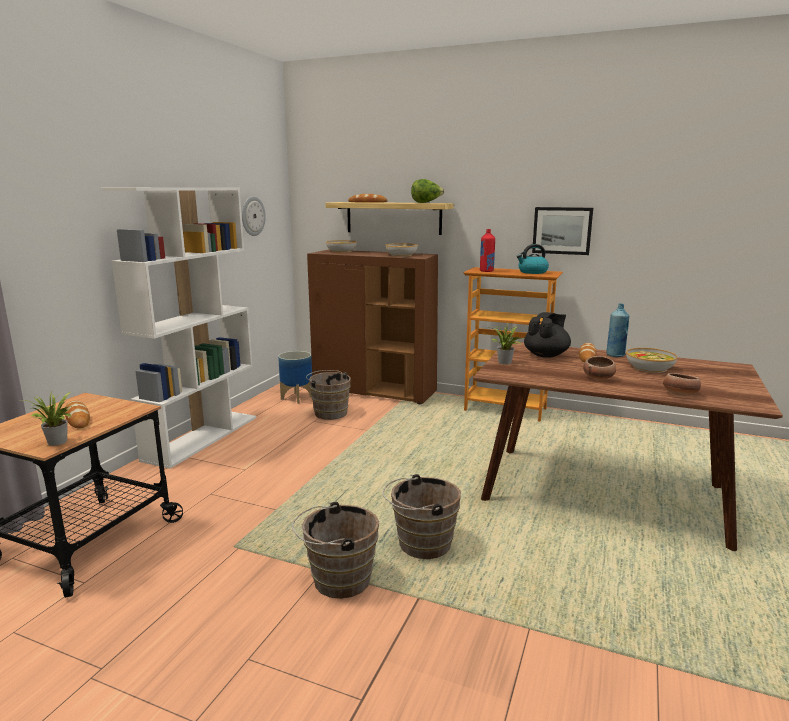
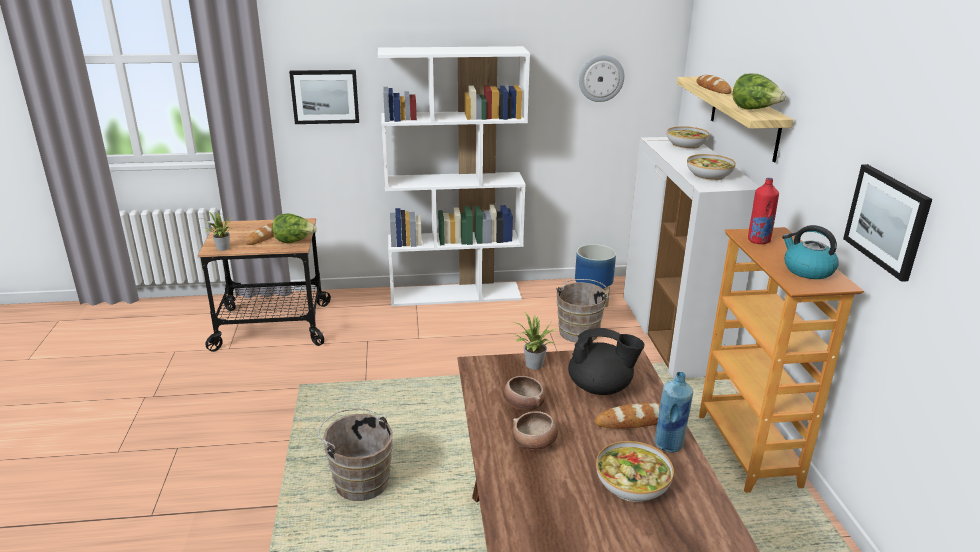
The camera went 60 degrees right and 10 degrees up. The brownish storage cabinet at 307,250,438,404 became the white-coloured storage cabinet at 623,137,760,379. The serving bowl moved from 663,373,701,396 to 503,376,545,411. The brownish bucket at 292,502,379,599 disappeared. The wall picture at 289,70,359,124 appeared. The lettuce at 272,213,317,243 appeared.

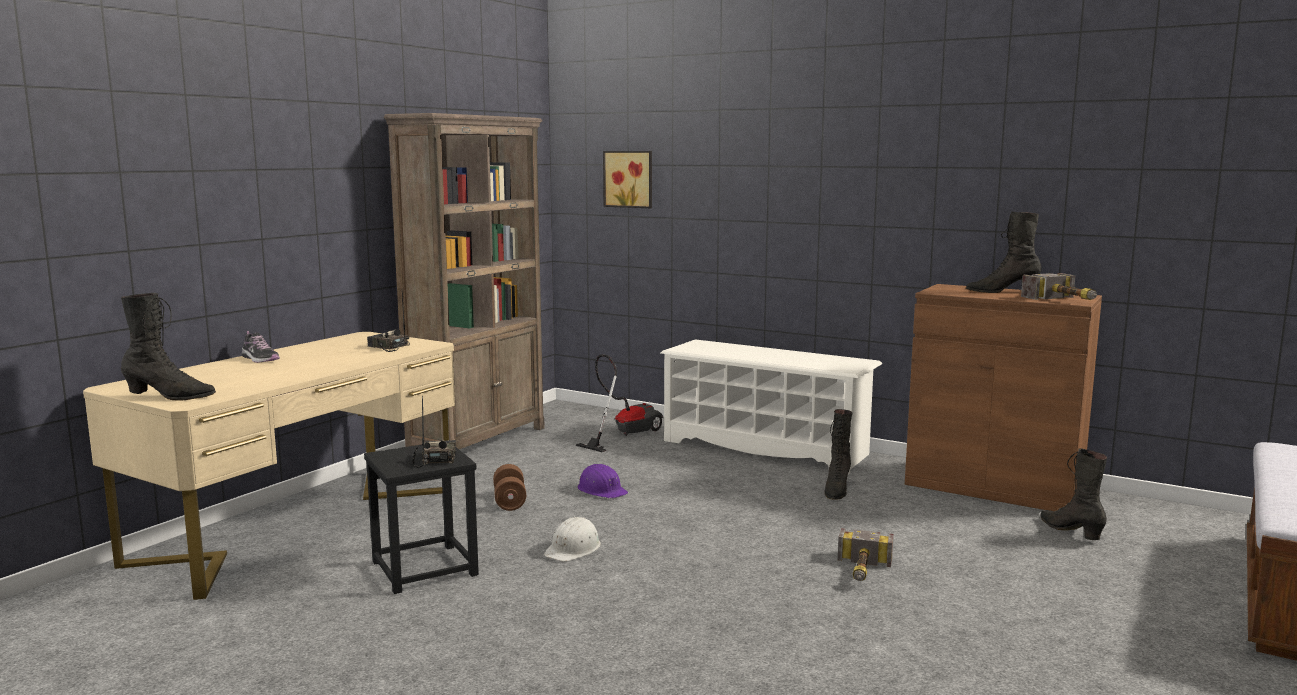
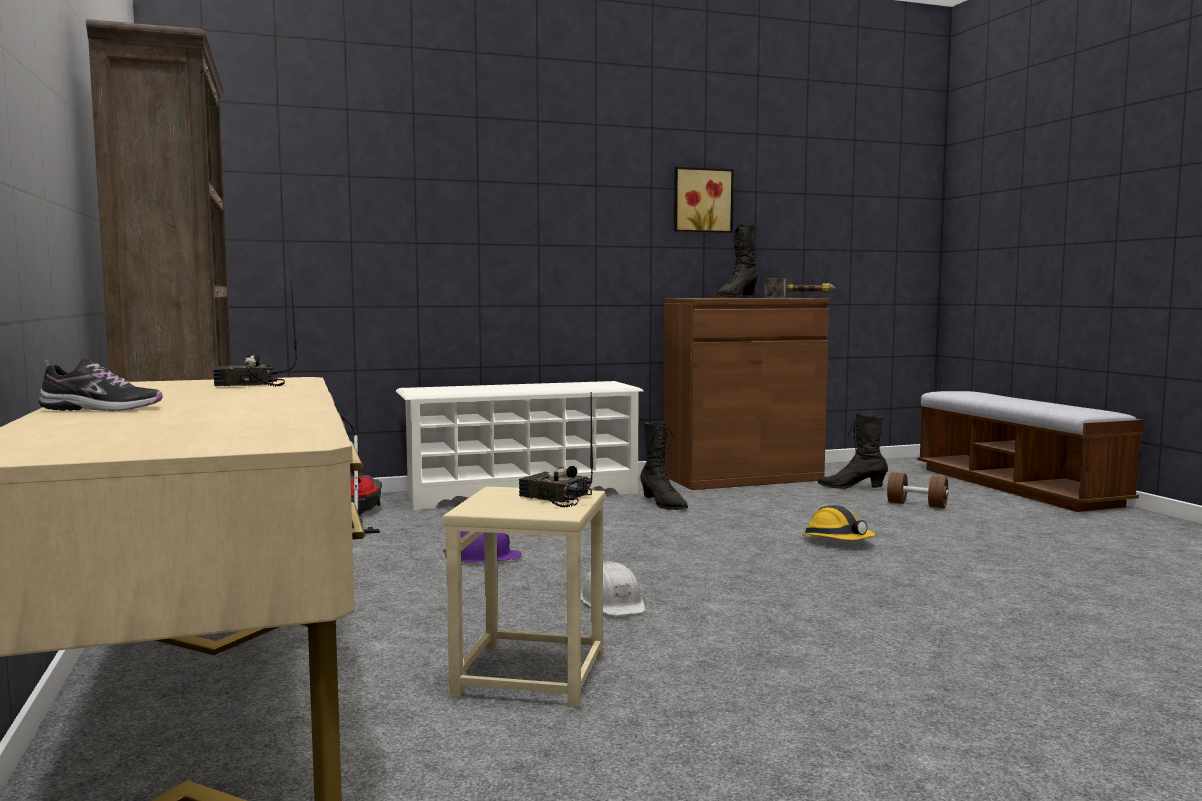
The camera went 50 degrees left and 5 degrees down. The wall picture moved from 603,151,652,208 to 674,167,734,233. The black-coloured boot at 121,293,216,401 disappeared. The black-coloured stool at 364,445,479,594 became the beige stool at 443,486,605,707. The brownish hand weight moved from 493,464,526,511 to 887,472,949,508. The hand hammer at 838,528,894,581 was replaced by the work helmet at 802,505,875,540.

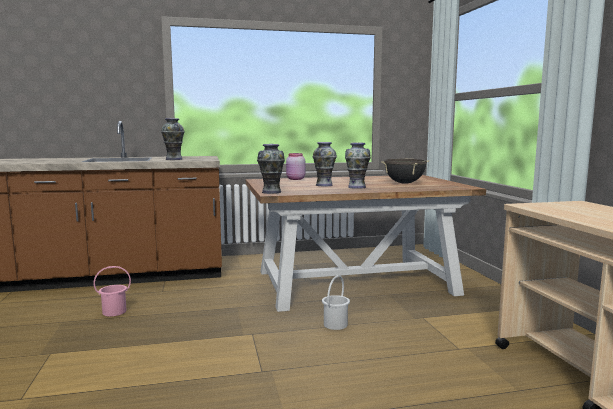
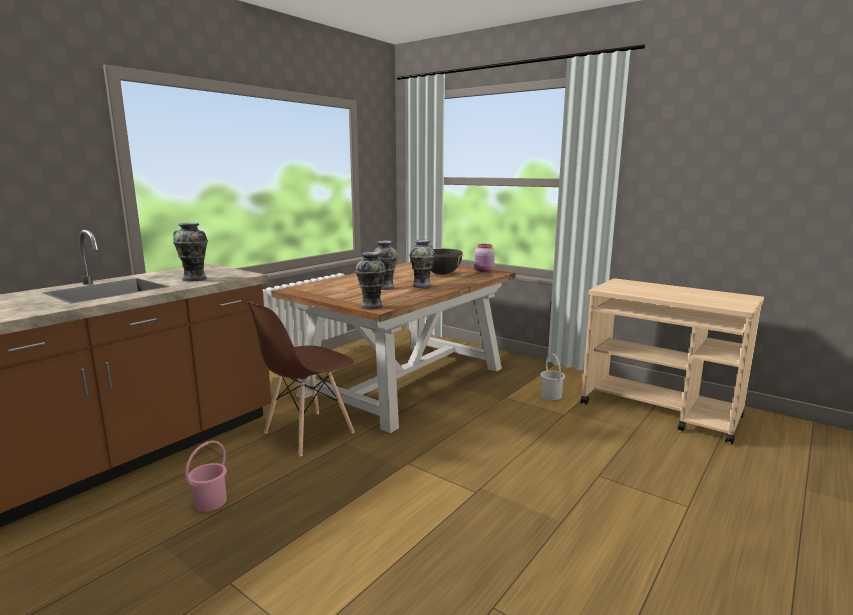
The camera went 40 degrees left and 5 degrees up. The pink-coloured preserve jar moved from 286,153,305,180 to 474,244,495,272. The white-coloured bucket moved from 322,275,350,330 to 540,353,565,400. The brownish chair at 248,301,355,456 appeared.

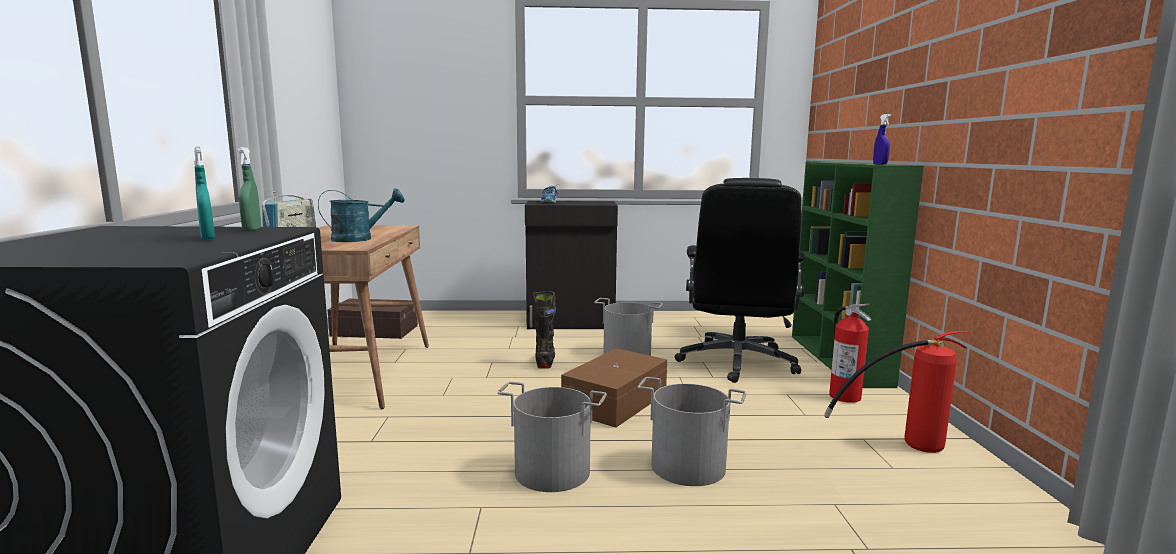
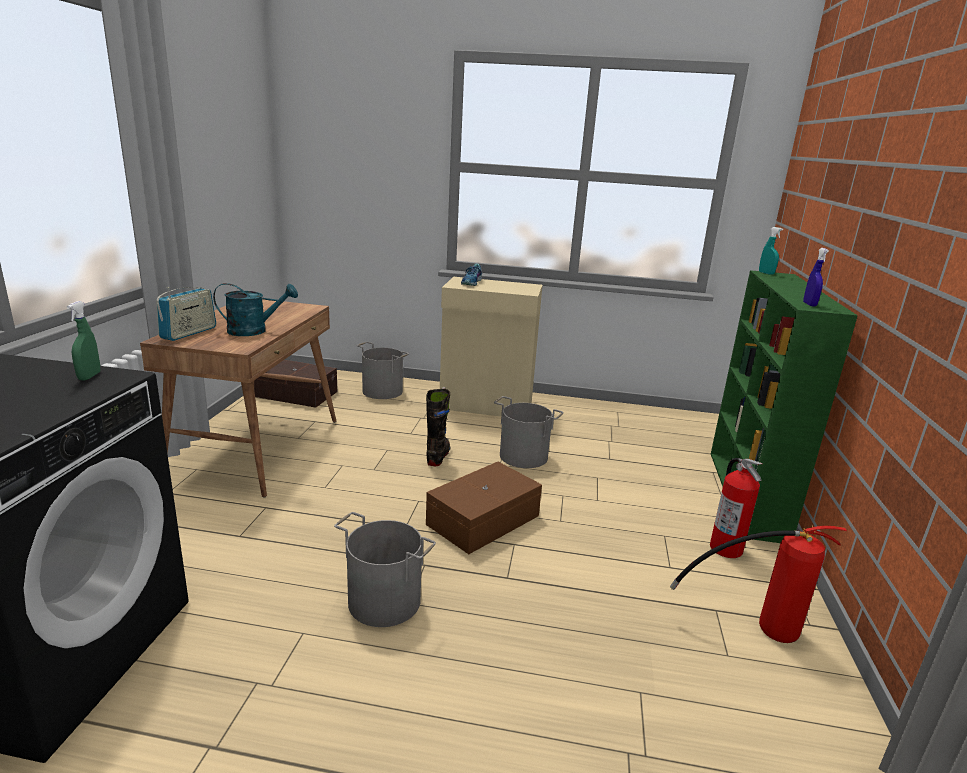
The camera went 10 degrees right and 10 degrees up. The blue-green hand sprayer moved from 194,146,215,240 to 759,227,783,275. The black-coloured desk chair at 675,178,804,383 disappeared. The black-coloured storage cabinet at 525,201,618,329 became the beige storage cabinet at 440,277,543,416. The grey bucket moved from 638,377,746,486 to 356,342,409,399.

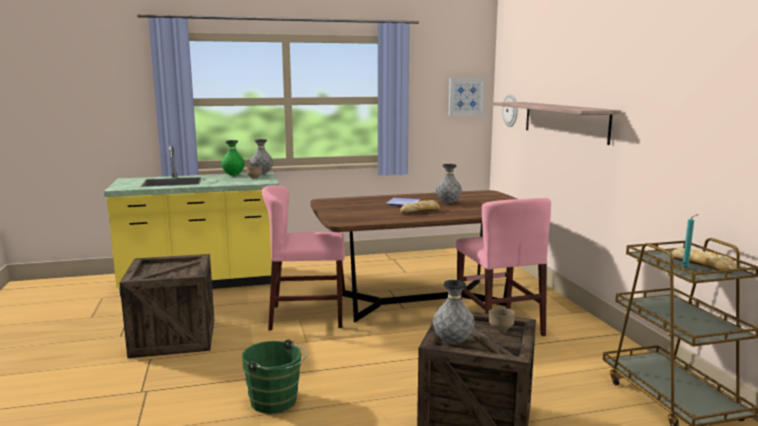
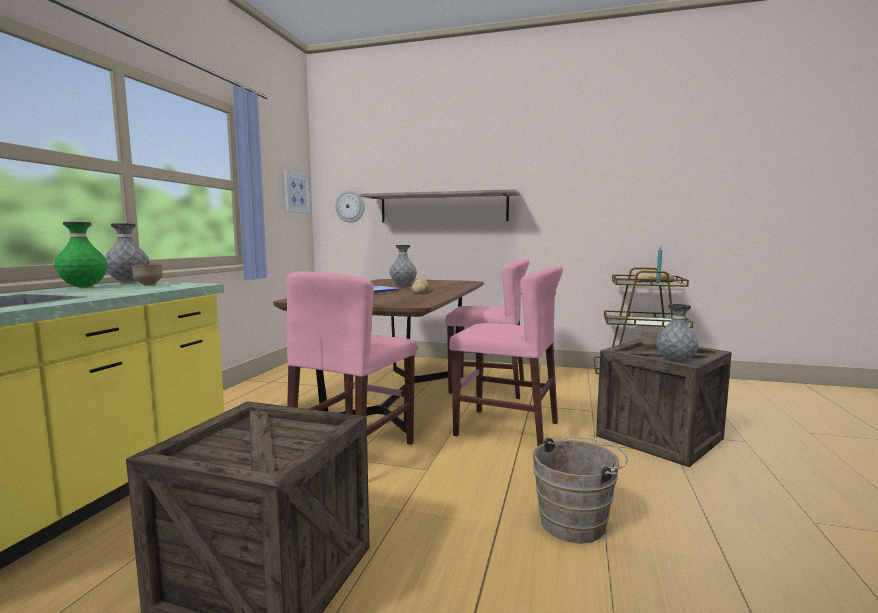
The camera went 60 degrees left and 5 degrees down. The green bucket at 242,339,307,414 became the brownish bucket at 533,437,627,544. The pink-coloured chair at 449,266,563,446 appeared.

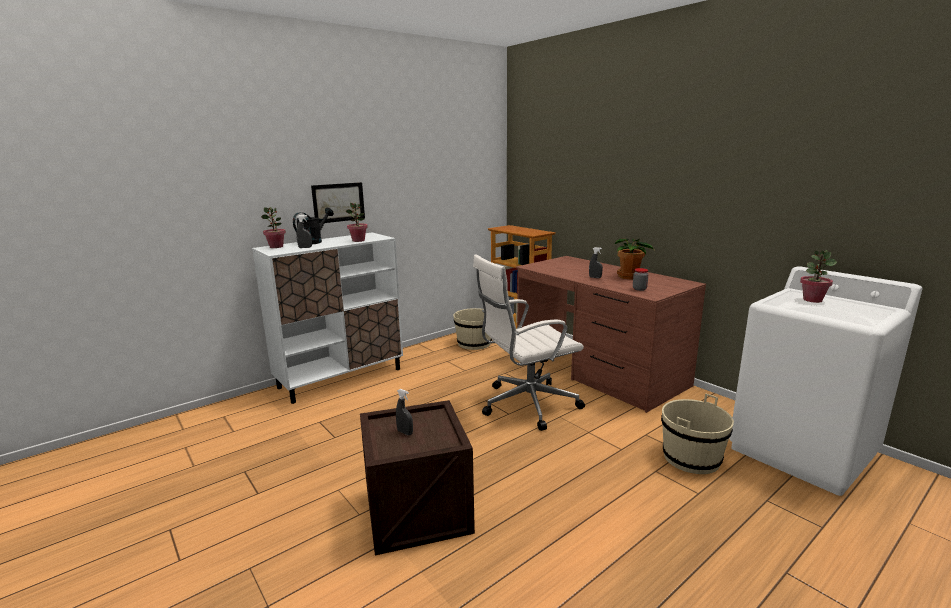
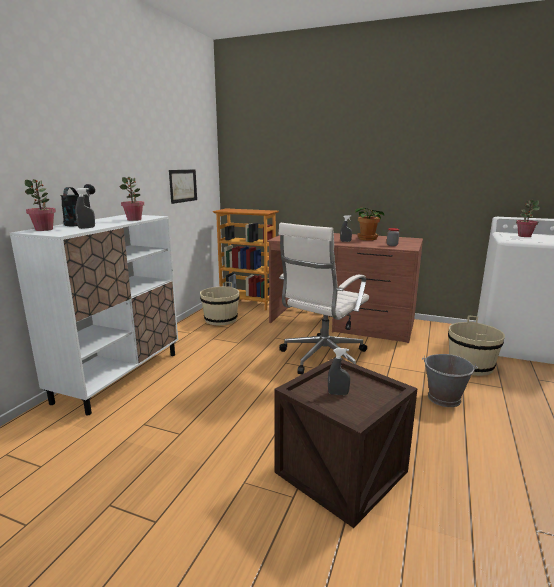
The camera went 30 degrees left and 0 degrees up. The wall picture moved from 311,182,365,224 to 169,169,197,204. The grey bucket at 422,354,478,407 appeared.

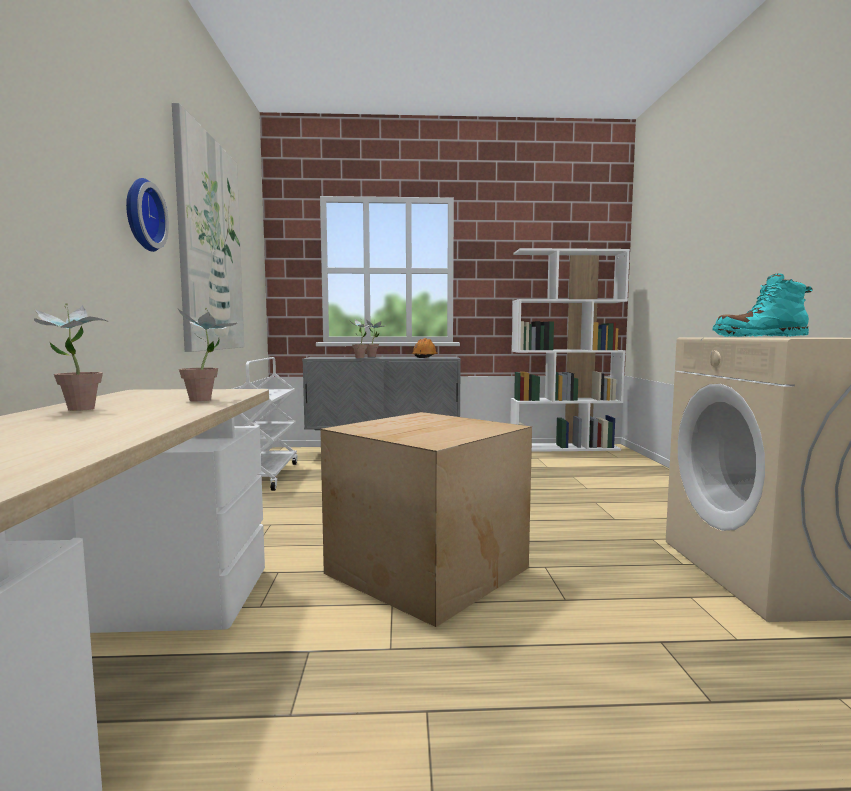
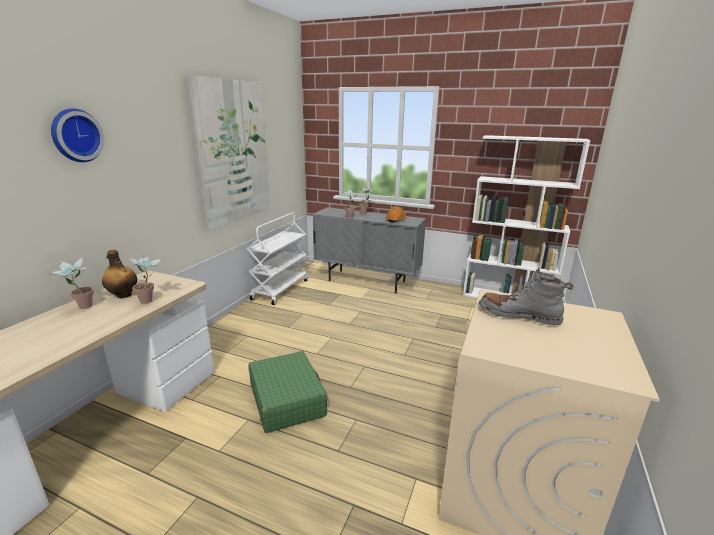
The camera went 25 degrees right and 15 degrees up. The hanging clock moved from 126,178,169,252 to 51,108,105,162. The blue-green boot at 712,273,813,337 became the grey boot at 479,268,574,326. The packing box at 320,412,532,627 was replaced by the green suitcase at 249,351,328,433. The drink bottle at 102,250,137,298 appeared.

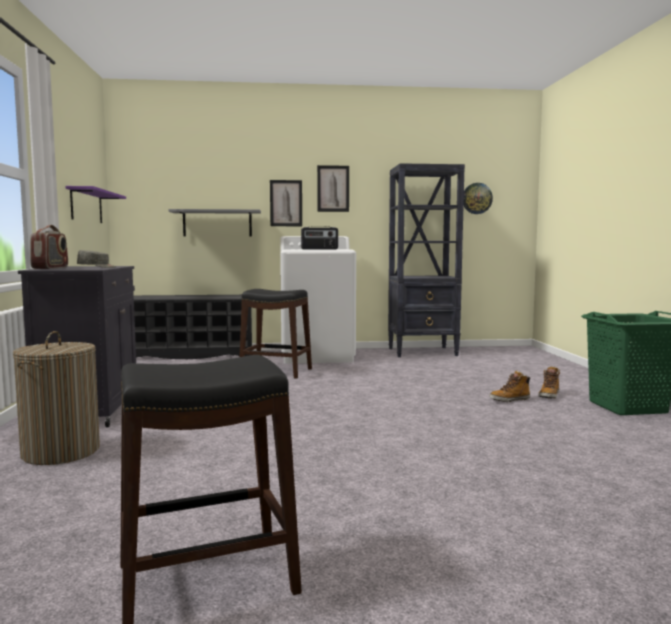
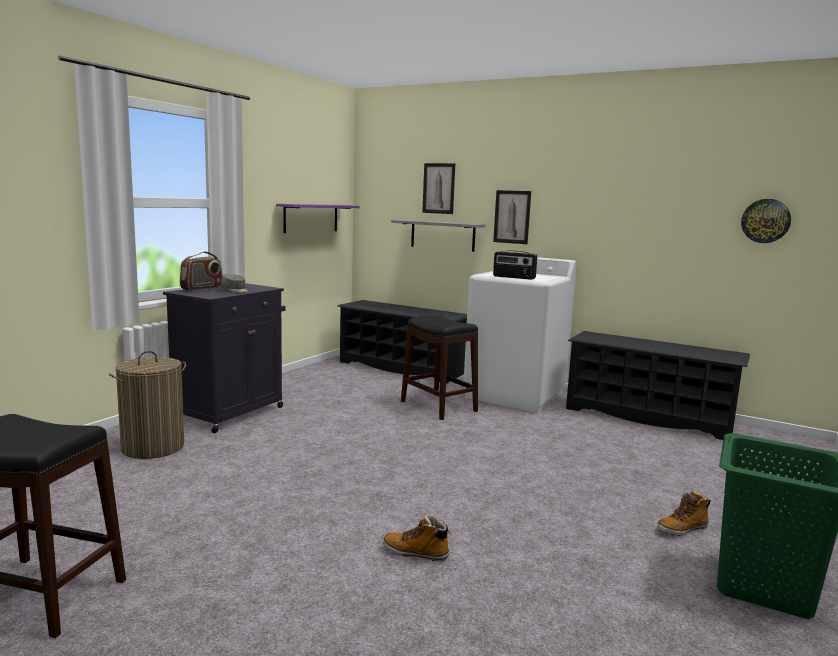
The camera went 35 degrees right and 5 degrees up. The black-coloured bookshelf at 388,163,465,357 was replaced by the black-coloured shoe rack at 566,331,750,440. The wall picture moved from 317,165,349,212 to 422,163,455,214. The boot moved from 489,370,530,402 to 383,514,451,561.

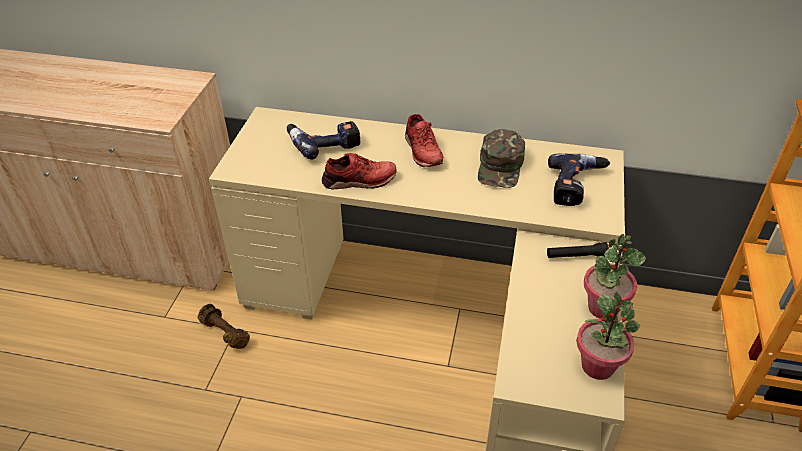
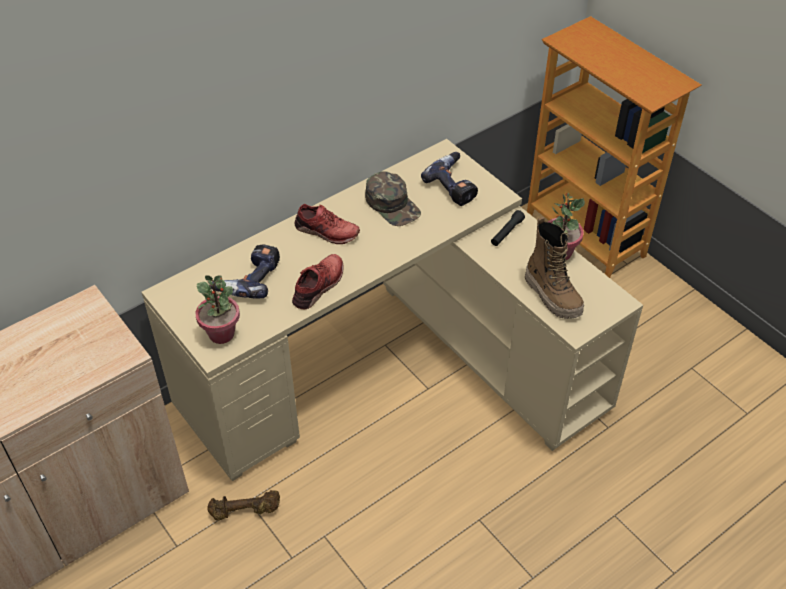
The camera went 50 degrees left and 5 degrees up. The potted plant moved from 576,292,640,380 to 196,275,240,344. The boot at 525,217,584,319 appeared.

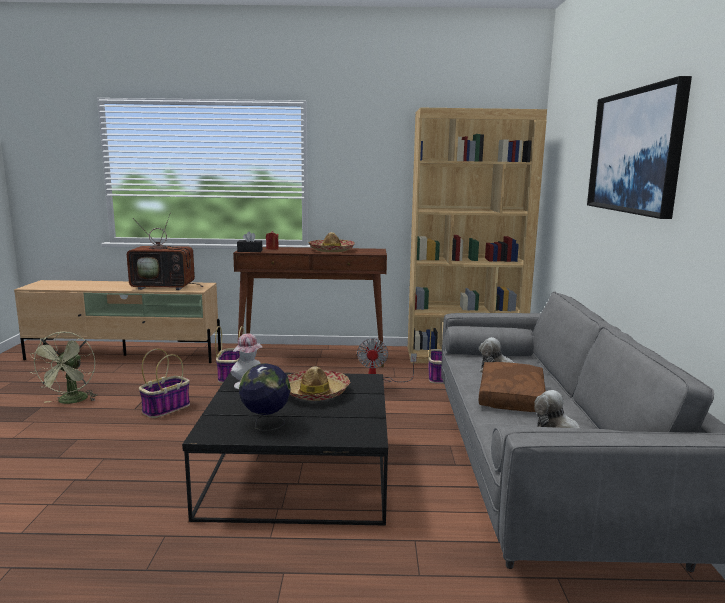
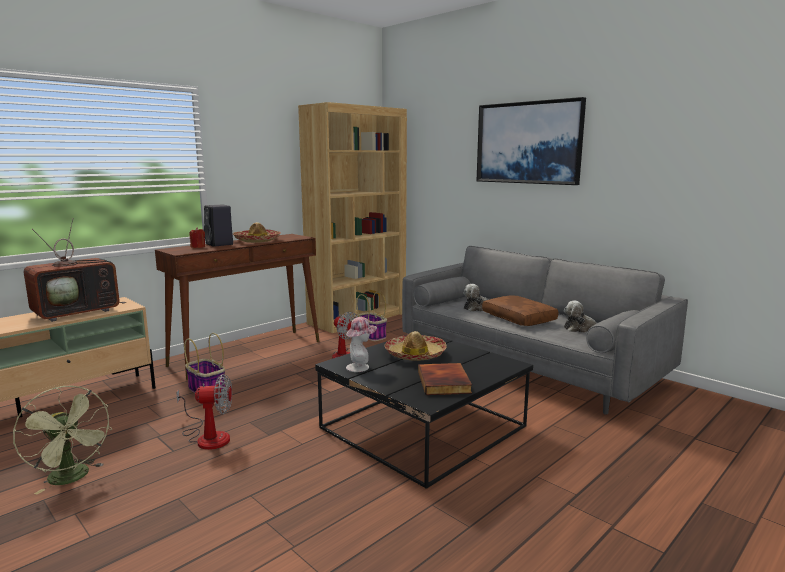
The camera went 45 degrees left and 0 degrees up. The black-coloured tissue holder at 237,231,262,252 disappeared. The household basket at 139,349,190,418 was replaced by the fan at 176,374,232,450. The desk globe at 239,363,291,431 was replaced by the bound book at 418,363,472,395. The black-coloured speaker at 204,204,233,247 appeared.

